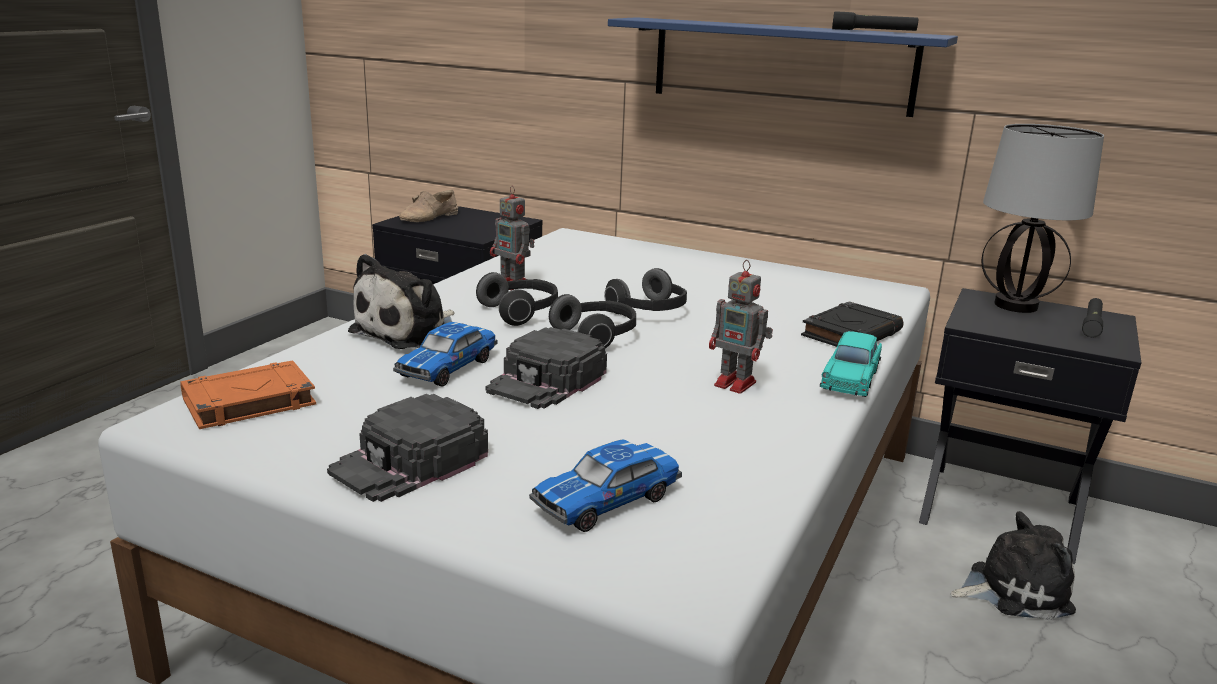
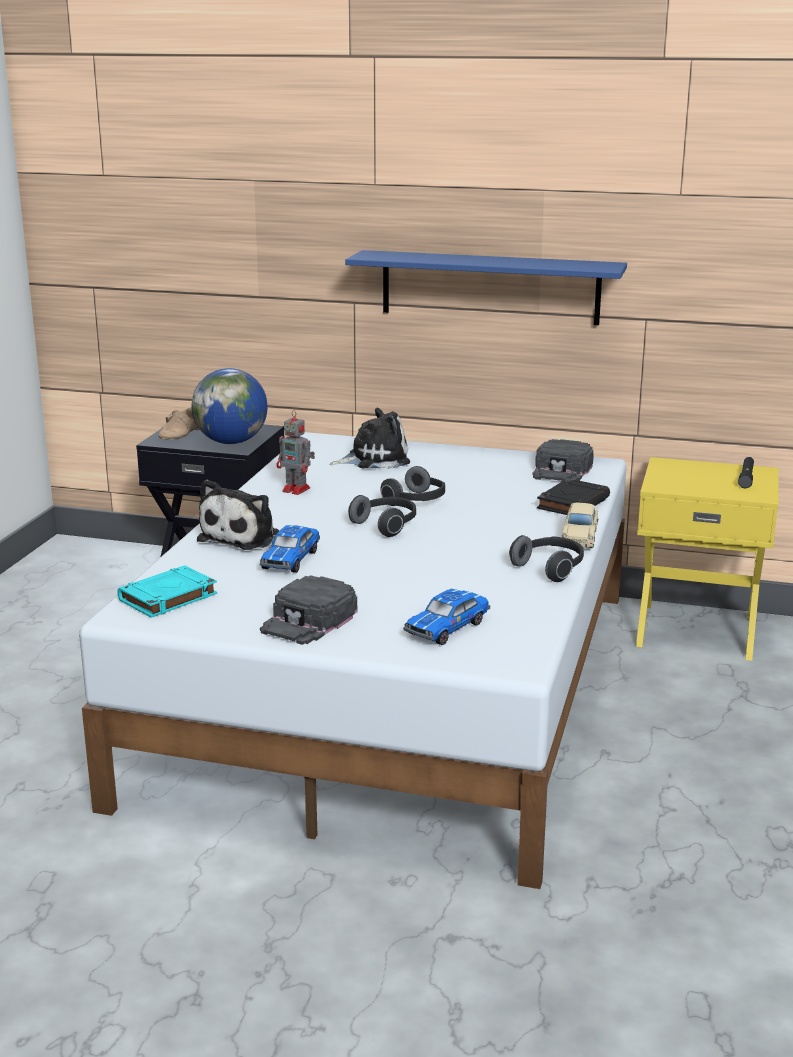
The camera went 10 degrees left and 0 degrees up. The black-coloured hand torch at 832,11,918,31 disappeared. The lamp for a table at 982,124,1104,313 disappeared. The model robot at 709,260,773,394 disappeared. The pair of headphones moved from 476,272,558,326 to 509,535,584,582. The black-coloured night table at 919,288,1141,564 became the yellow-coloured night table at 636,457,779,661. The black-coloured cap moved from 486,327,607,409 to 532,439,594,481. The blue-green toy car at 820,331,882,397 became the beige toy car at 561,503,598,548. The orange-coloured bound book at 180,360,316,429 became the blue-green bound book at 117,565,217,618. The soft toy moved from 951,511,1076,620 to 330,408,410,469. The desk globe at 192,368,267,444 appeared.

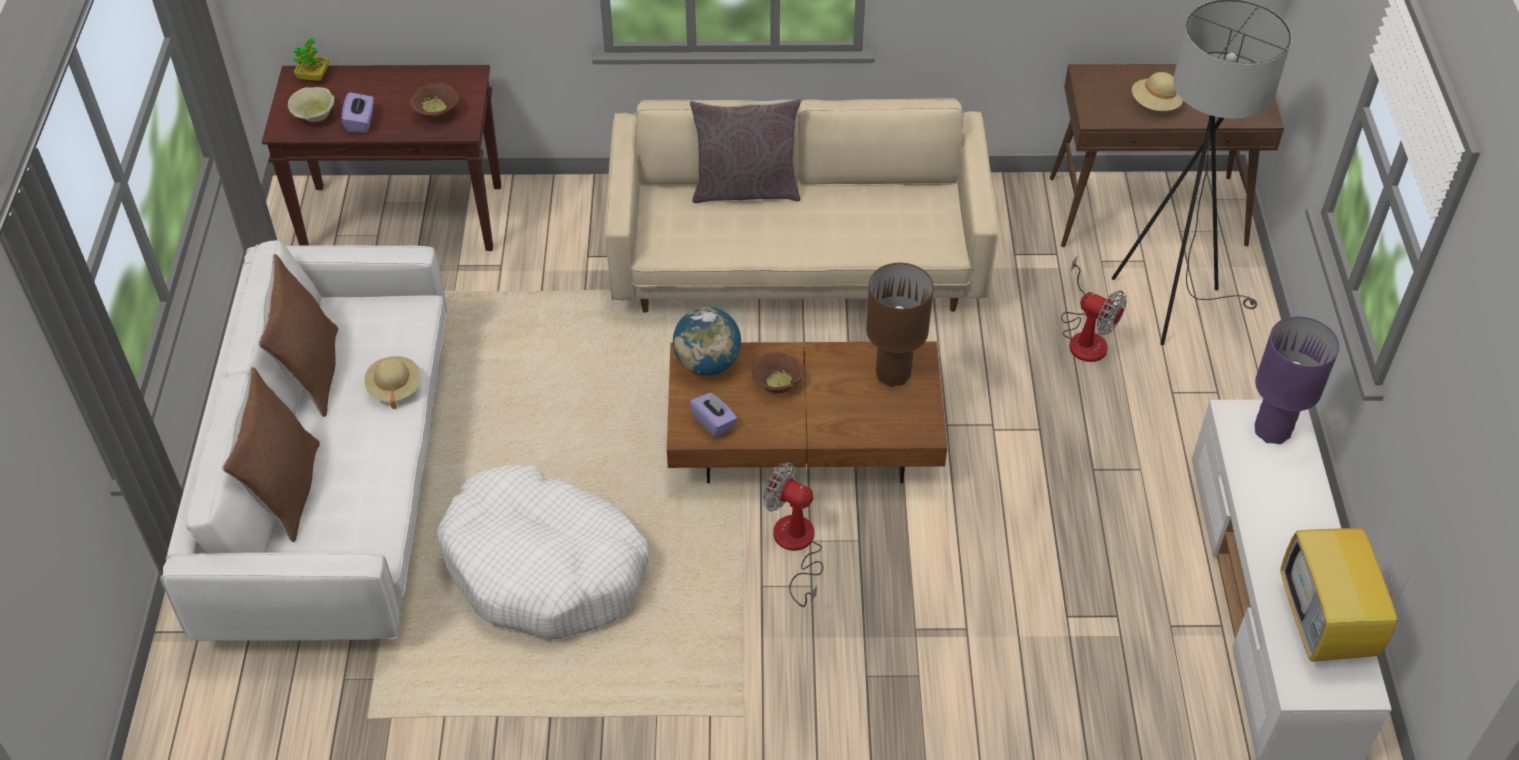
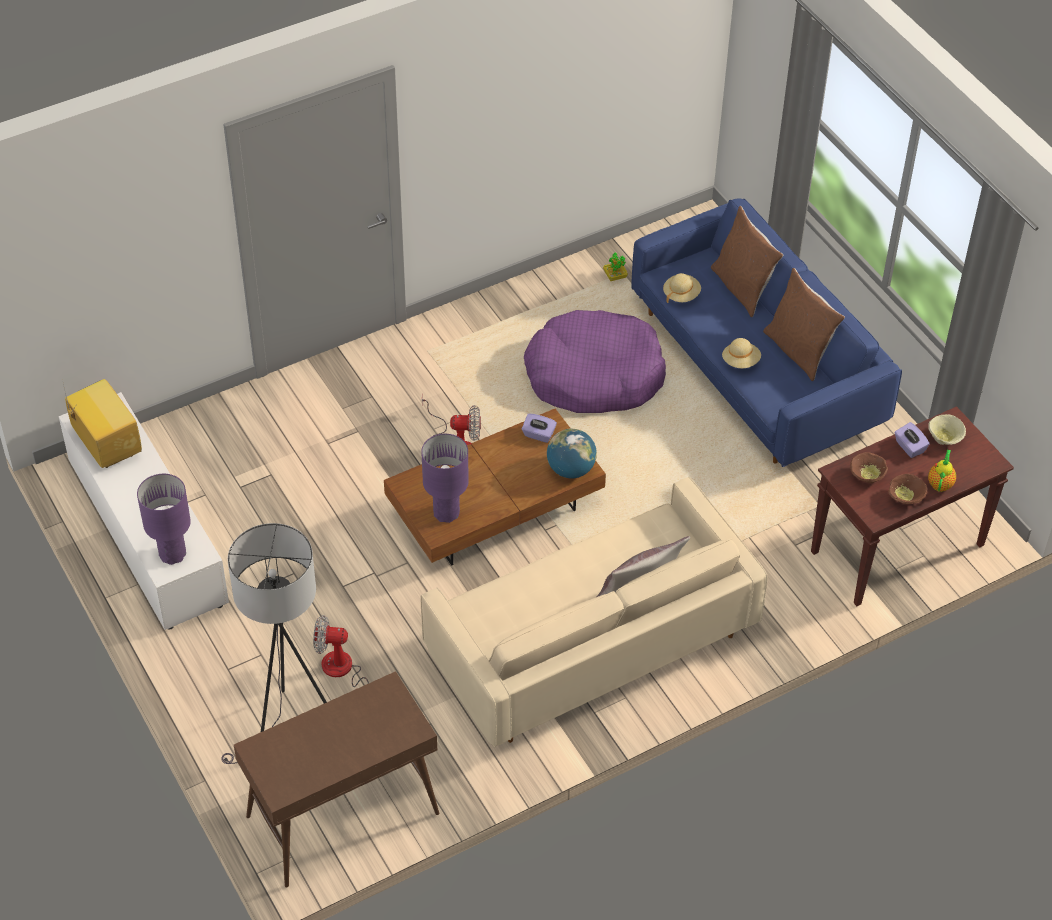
The camera went 150 degrees right and 0 degrees up. The potted plant moved from 293,38,330,81 to 603,252,628,281. The beige wearable hat moved from 1132,72,1183,111 to 663,273,701,303. The white-coloured sofa at 160,239,447,641 became the bluish sofa at 631,198,902,467. The brownish lamp for a table at 866,263,934,387 became the purple-coloured lamp for a table at 421,434,469,523. The brownish serving bowl moved from 752,352,804,394 to 888,474,927,504. The white-coloured pet bed at 436,465,649,640 became the purple-coloured pet bed at 524,310,666,413. The tea pot at 928,450,956,492 appeared.

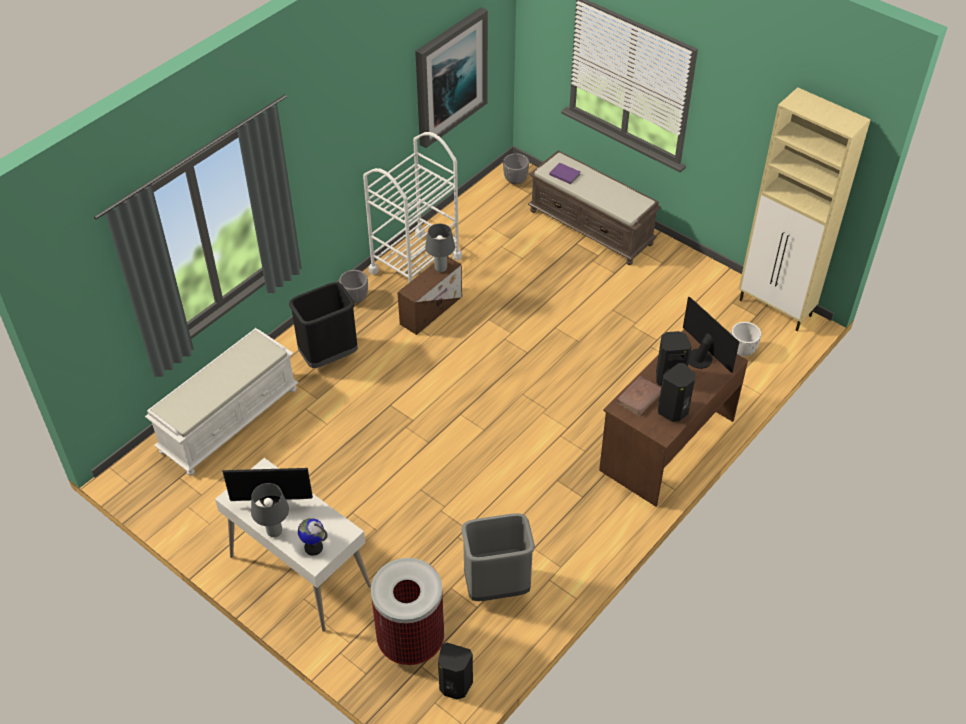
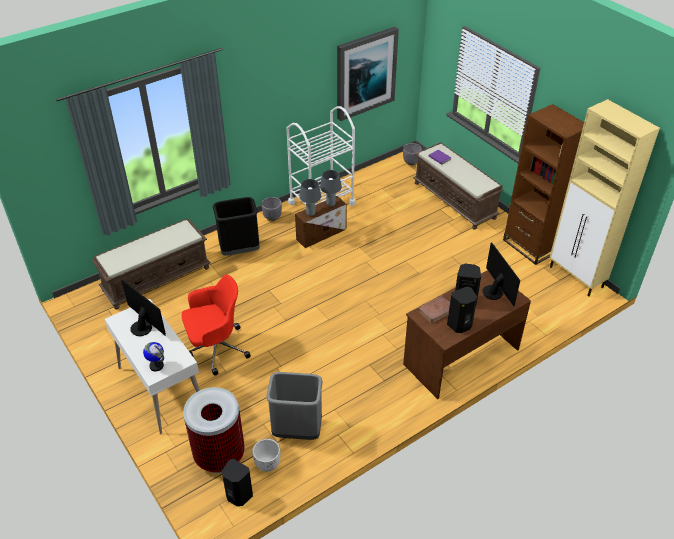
The camera went 15 degrees right and 5 degrees down. The white-coloured plant pot moved from 731,322,761,356 to 252,439,281,472. The white-coloured bench at 145,328,299,476 became the brownish bench at 92,218,210,309. The monitor at 222,468,313,506 turned 150 degrees counterclockwise. The grey lamp for a table moved from 251,483,289,537 to 299,179,321,216. The brownish bookshelf at 503,104,584,265 appeared. The reddish desk chair at 182,275,251,375 appeared.

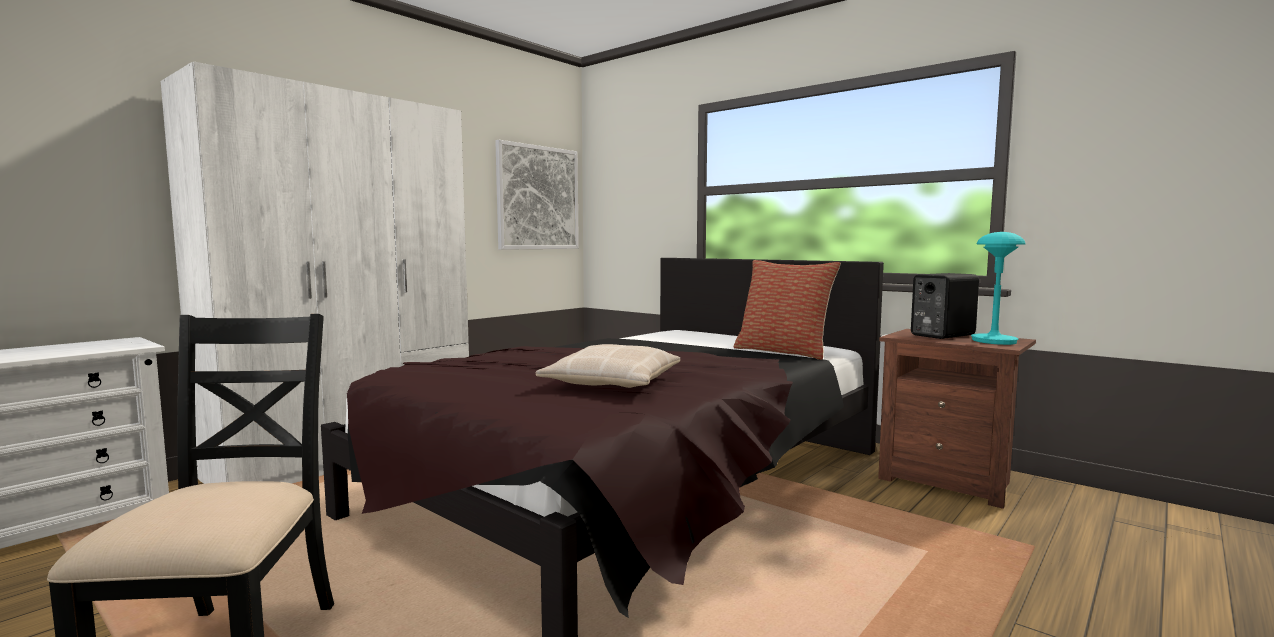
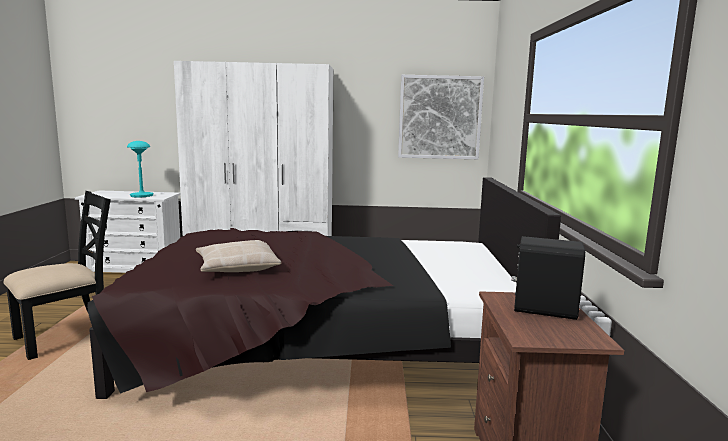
The camera went 50 degrees right and 5 degrees up. The blue-green lamp for a table moved from 971,232,1026,345 to 127,141,154,197. The throw pillow at 734,260,841,360 disappeared.

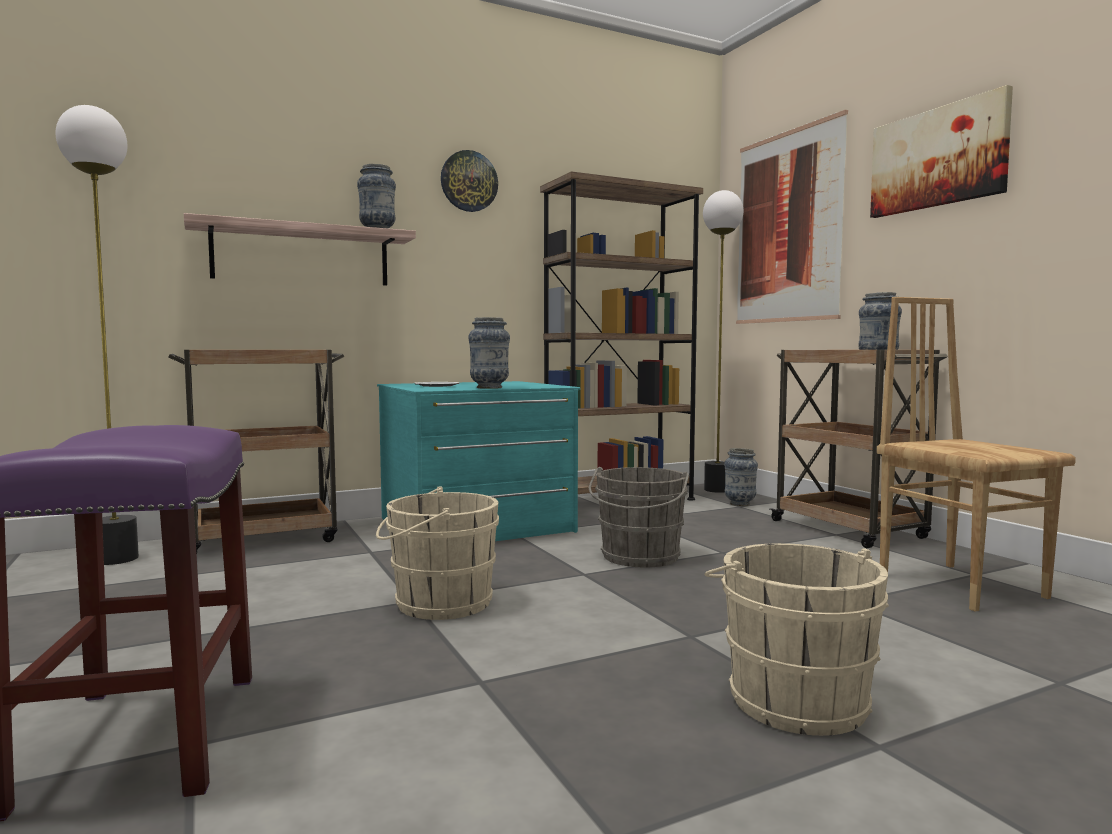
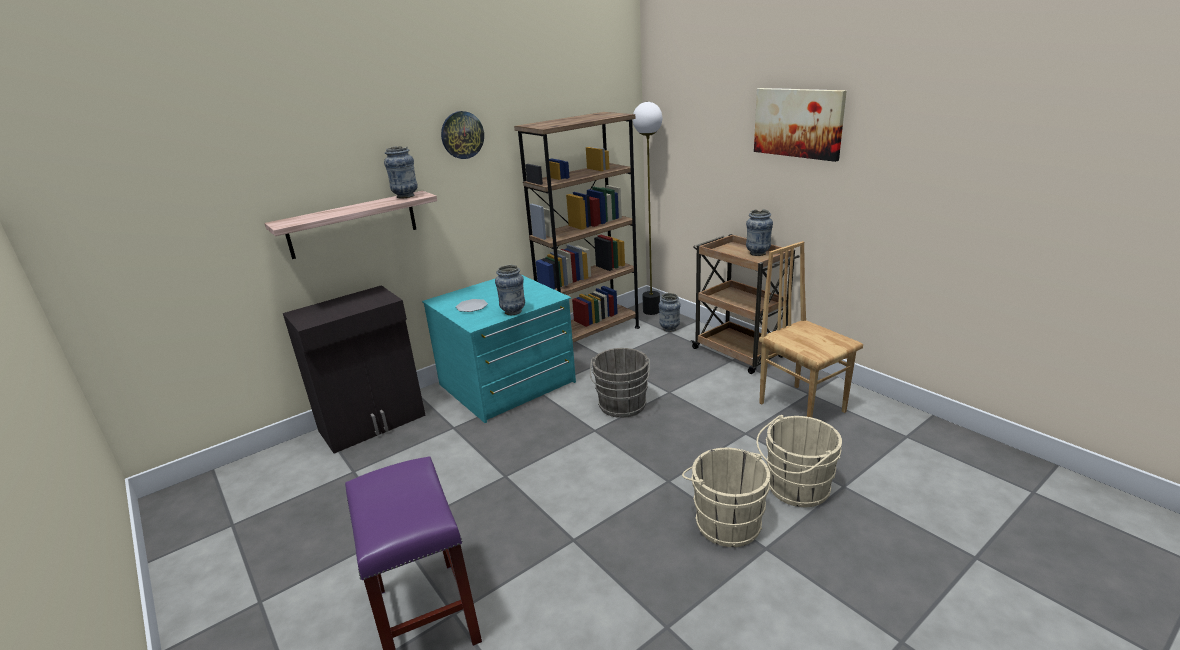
The camera went 10 degrees left and 20 degrees up. The floor lamp at 56,105,139,565 disappeared. The wall picture at 736,110,848,324 disappeared. The brownish trolley at 168,350,344,553 was replaced by the black-coloured storage cabinet at 283,285,426,454. The beige bucket moved from 376,486,499,620 to 757,415,842,507.

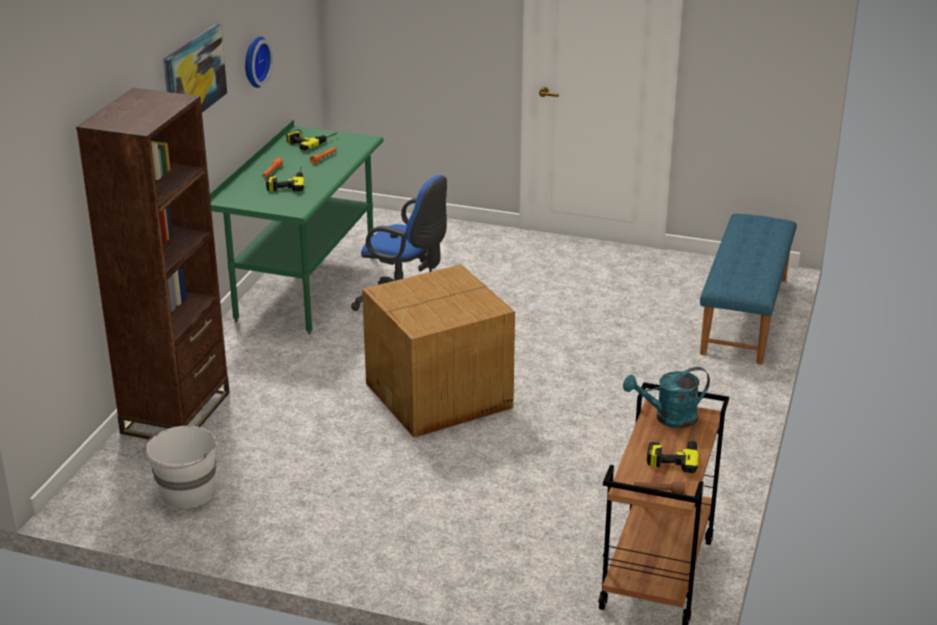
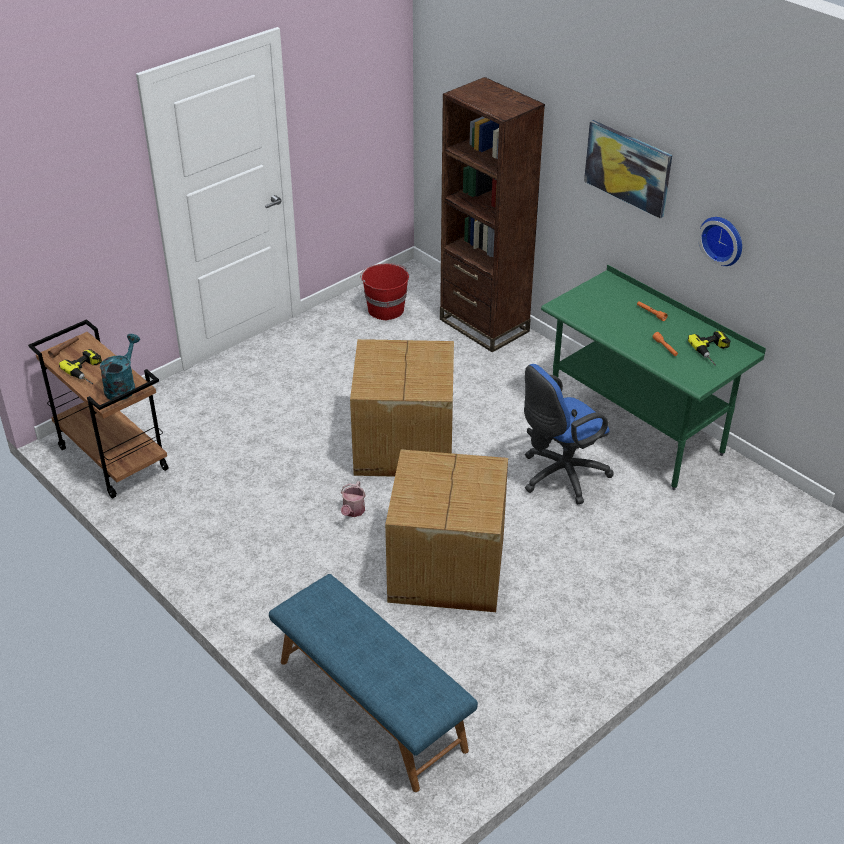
The camera went 120 degrees right and 10 degrees up. The drill at 266,167,304,192 disappeared. The white-coloured bucket at 143,426,217,509 became the reddish bucket at 360,263,409,320. The packing box at 385,449,508,612 appeared. The watering can at 340,481,366,517 appeared.

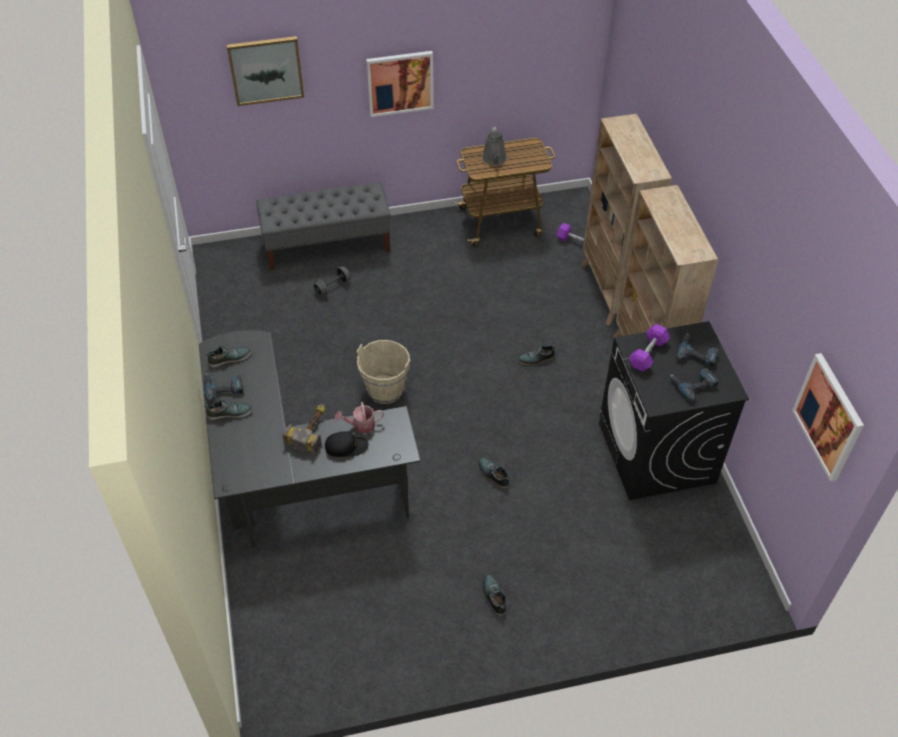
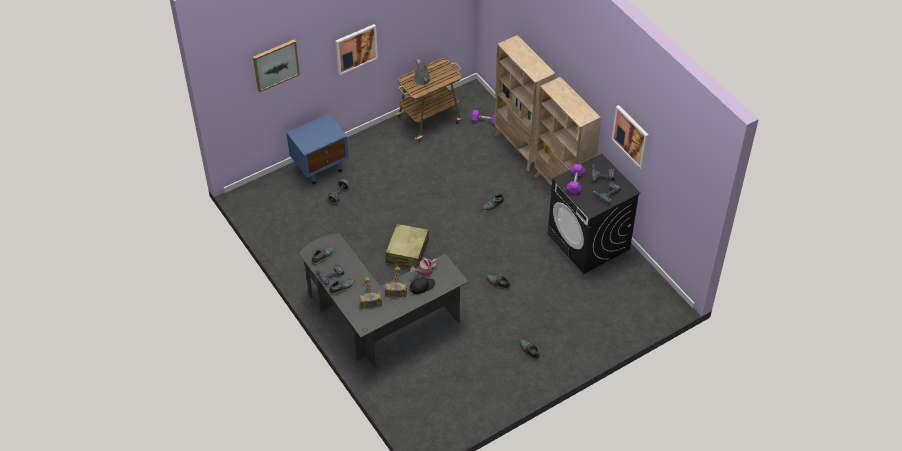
The camera went 20 degrees left and 0 degrees up. The grey bench at 256,182,391,271 was replaced by the bluish night table at 286,114,349,184. The beige bucket at 357,340,410,404 was replaced by the beige suitcase at 386,224,429,268. The wall picture moved from 792,353,864,481 to 612,105,649,169. The hand hammer at 359,277,382,309 appeared.

